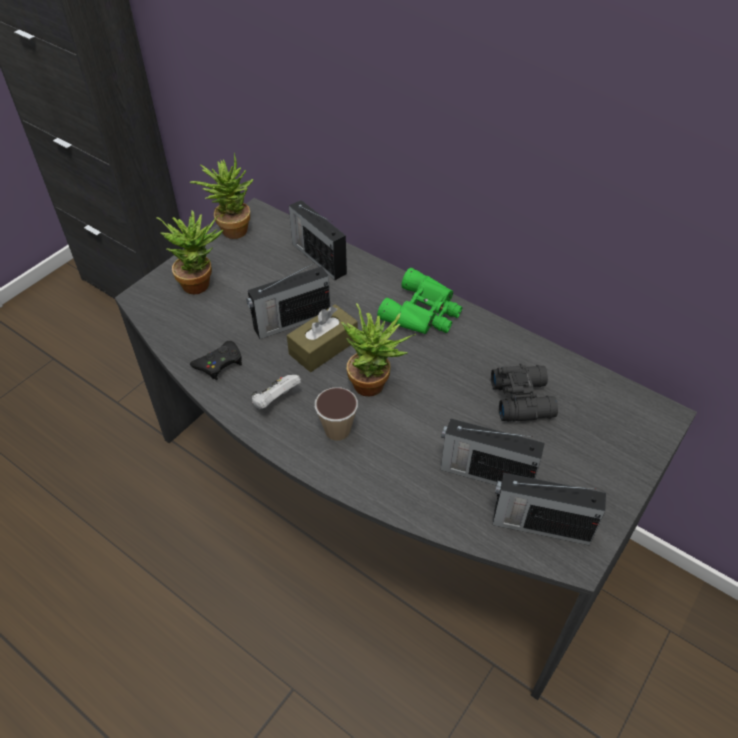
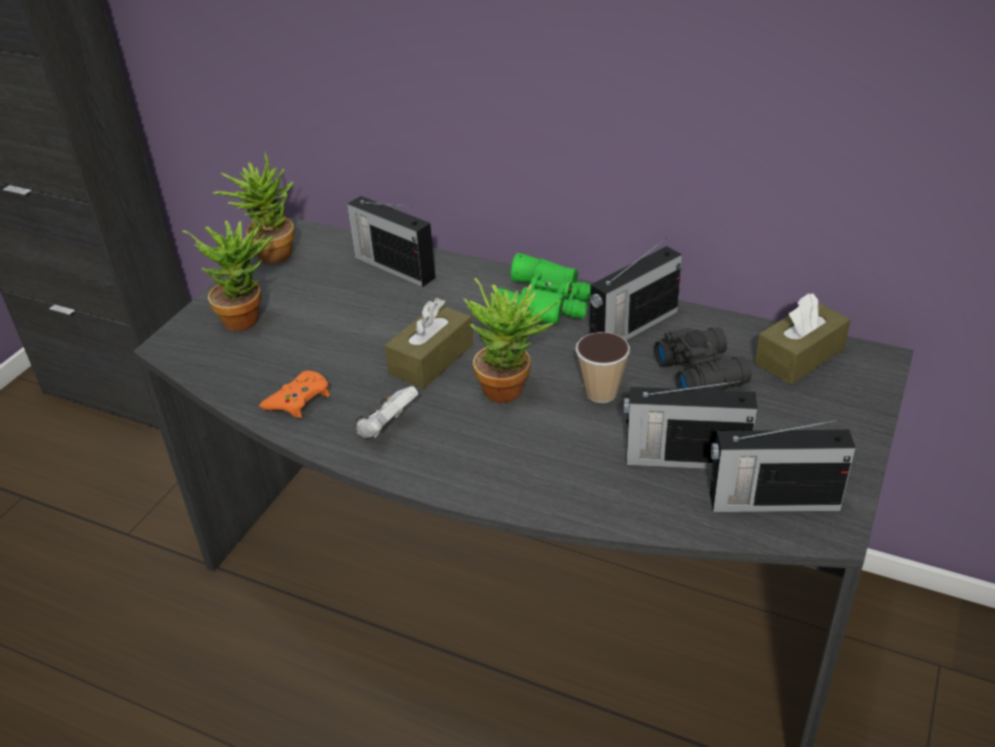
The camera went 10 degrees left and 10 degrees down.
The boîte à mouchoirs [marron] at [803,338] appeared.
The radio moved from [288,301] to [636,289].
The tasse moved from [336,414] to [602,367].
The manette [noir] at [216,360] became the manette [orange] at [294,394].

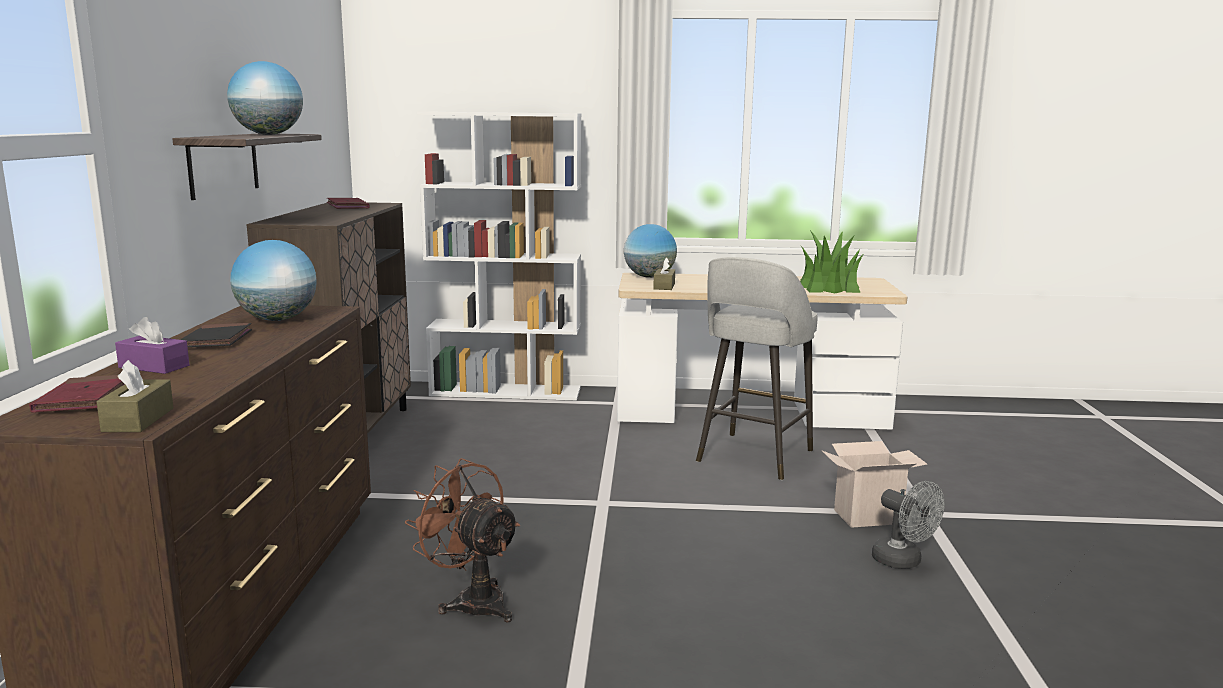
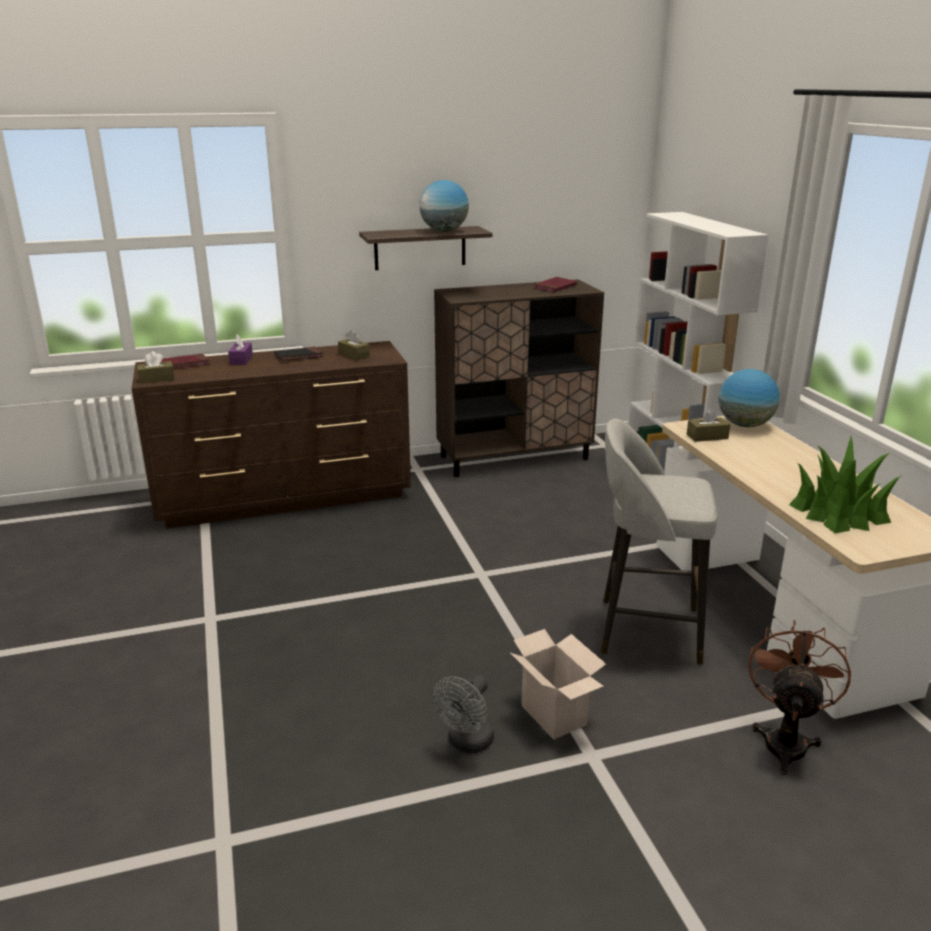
The camera went 70 degrees right and 10 degrees up.
The ventilateur [marron] moved from [462,540] to [799,697].
The globe at [273,280] was replaced by the boîte à mouchoirs [marron] at [354,345].

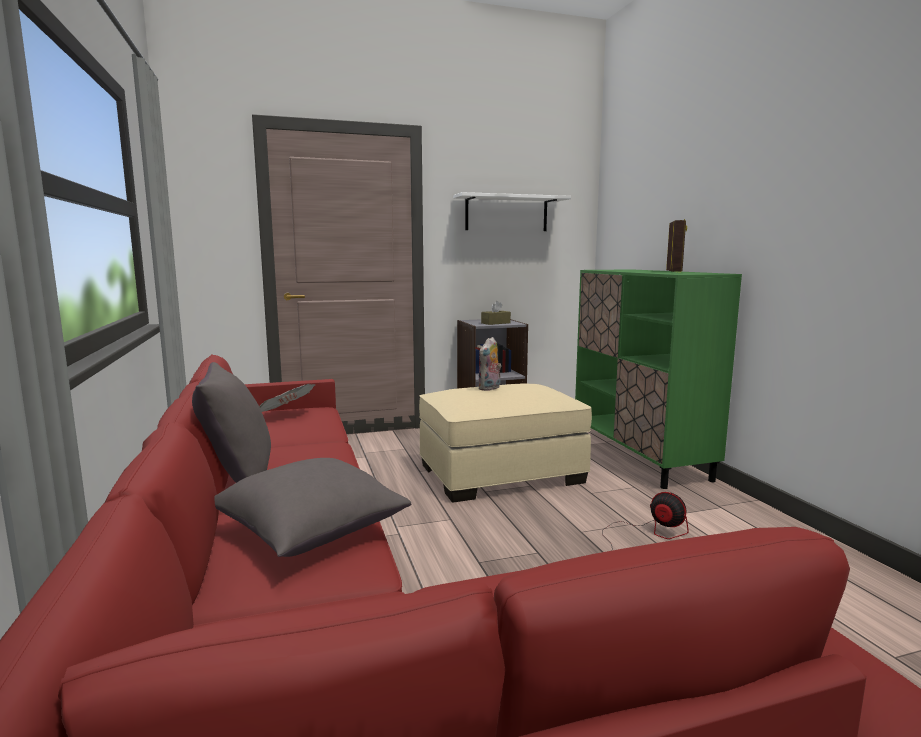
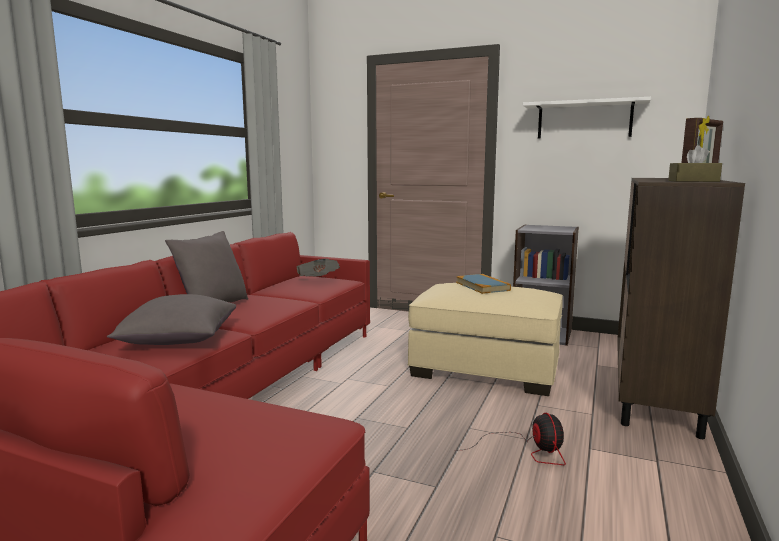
The camera went 40 degrees right and 0 degrees up.
The boîte à mouchoirs [marron] moved from [496,313] to [695,163].
The peluche at [489,364] was replaced by the livre at [483,284].
The meuble de rangement [vert] at [658,379] became the meuble de rangement [marron] at [681,308].

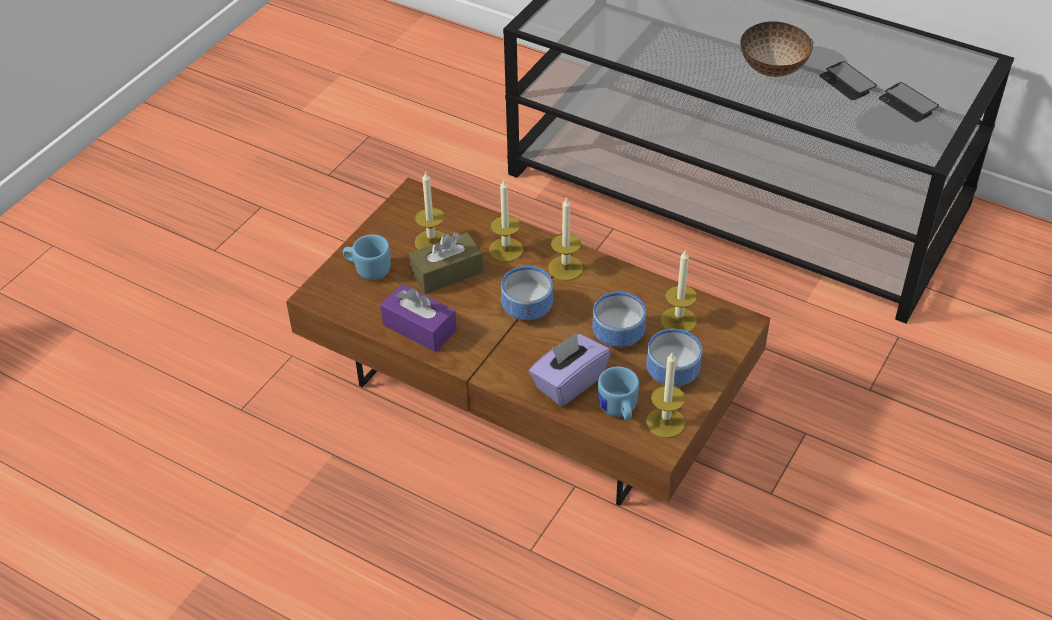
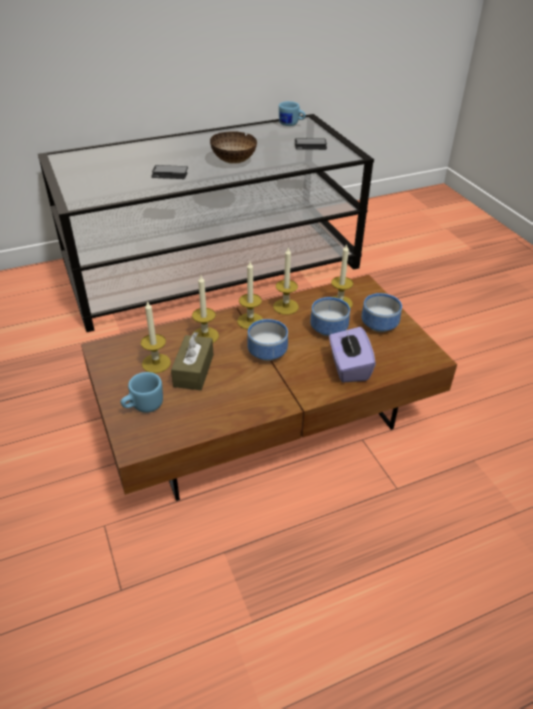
The camera went 55 degrees left and 5 degrees down.
The boîte à mouchoirs [violet] at [418,318] disappeared.
The mug [bleu] moved from [618,393] to [292,113].
The bougie moved from [665,395] to [286,281].
The téléphone moved from [848,80] to [169,172].

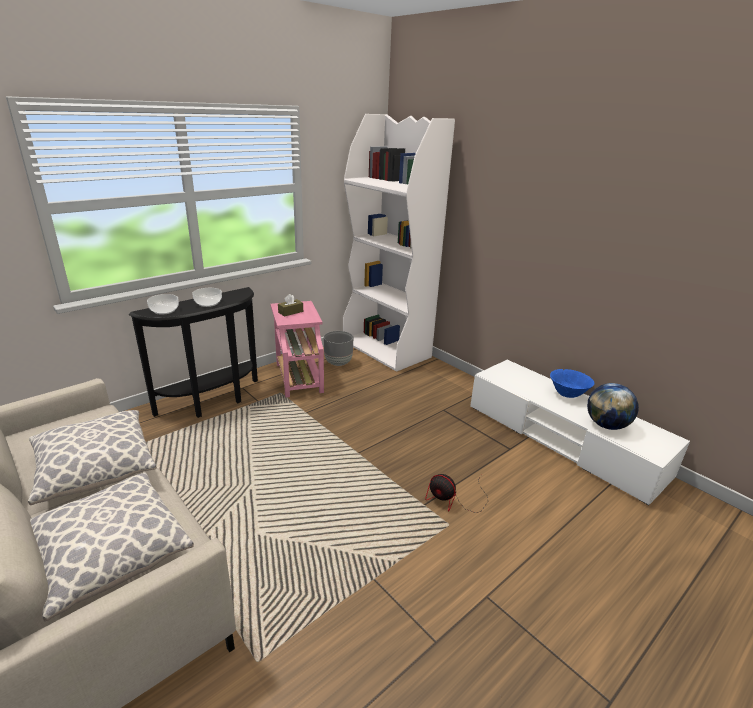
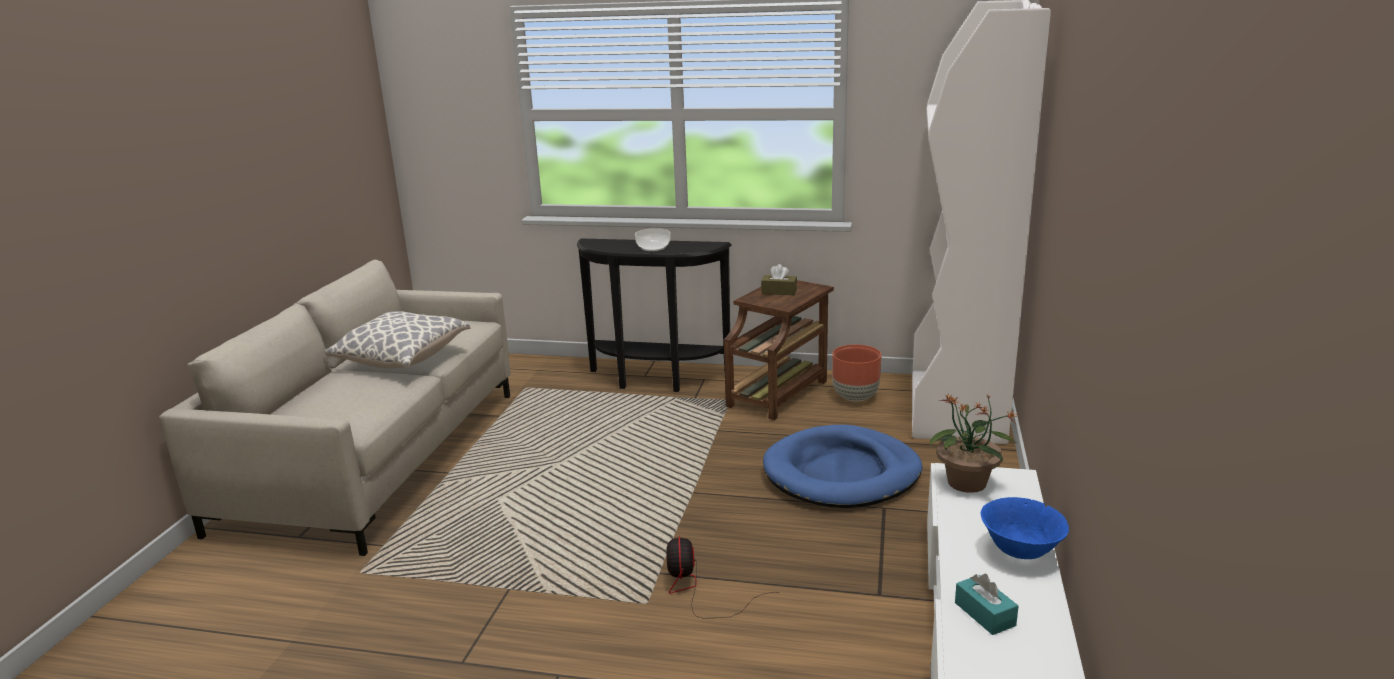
The camera went 55 degrees right and 5 degrees down.
The coussin at [112,547] disappeared.
The bol at [163,304] disappeared.
The panier pour chien [bleu] at [842,466] appeared.
The plante en pot at [974,443] appeared.
The globe at [613,406] was replaced by the boîte à mouchoirs [turquoise] at [987,604].
The table d'appoint [rose] at [297,349] became the table d'appoint [marron] at [779,350].
The cache-pot [gris] at [338,348] became the cache-pot [marron] at [856,372].

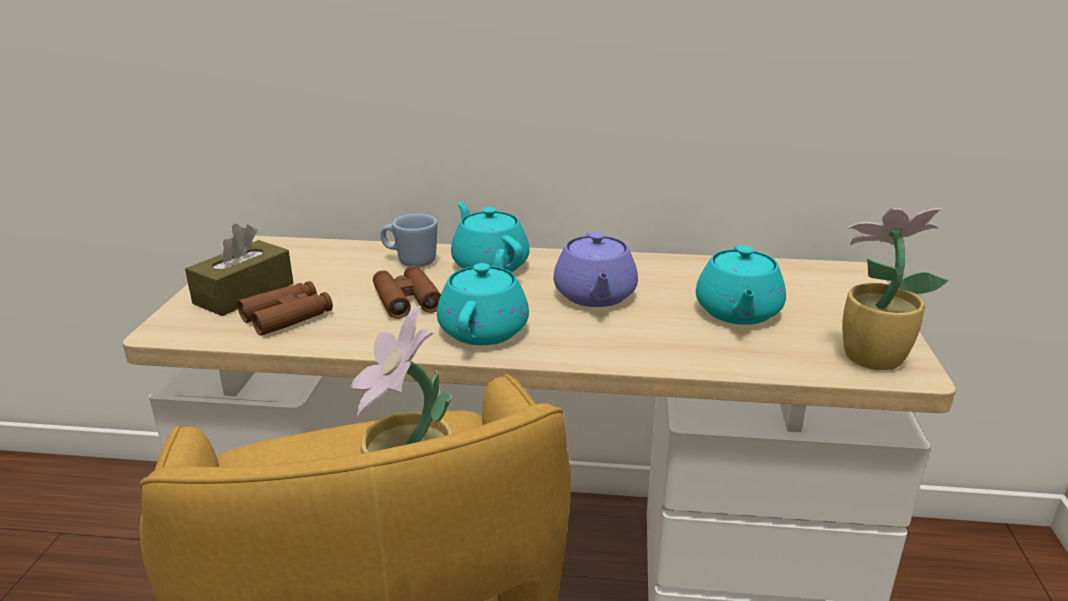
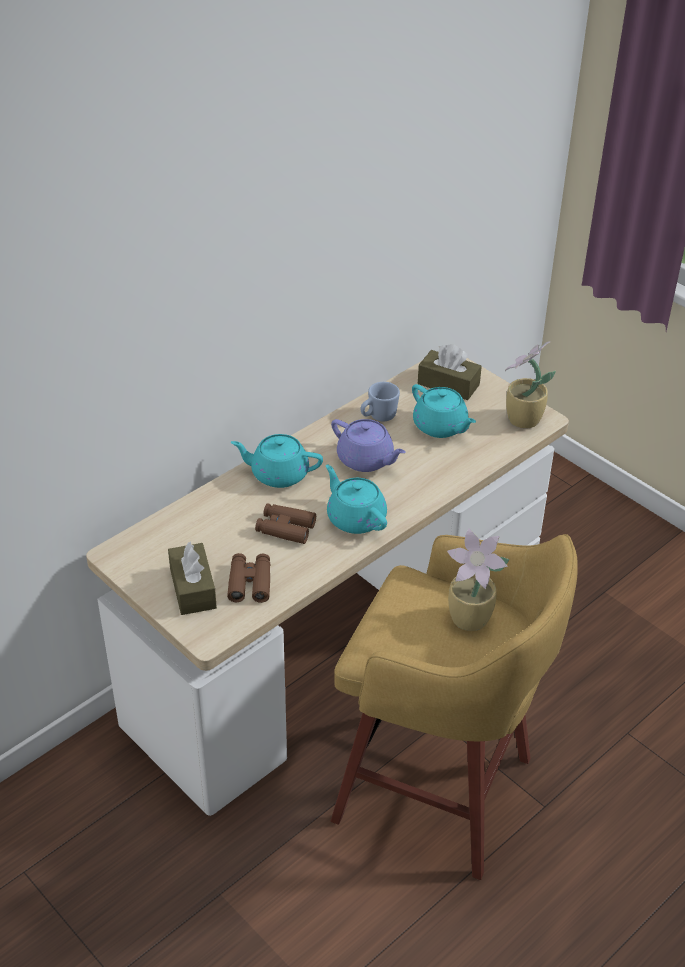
The camera went 50 degrees left and 15 degrees up.
The boîte à mouchoirs [marron] at [450,372] appeared.
The mug [bleu] moved from [409,240] to [380,402].

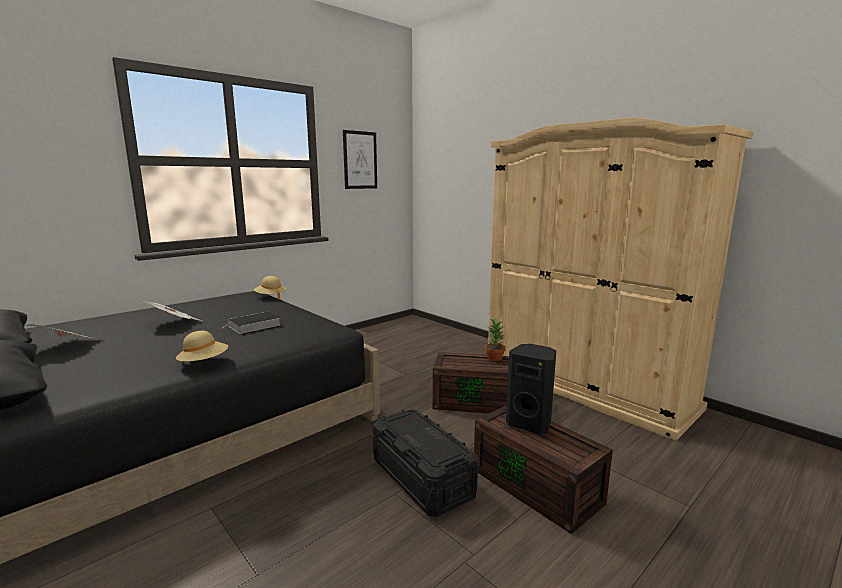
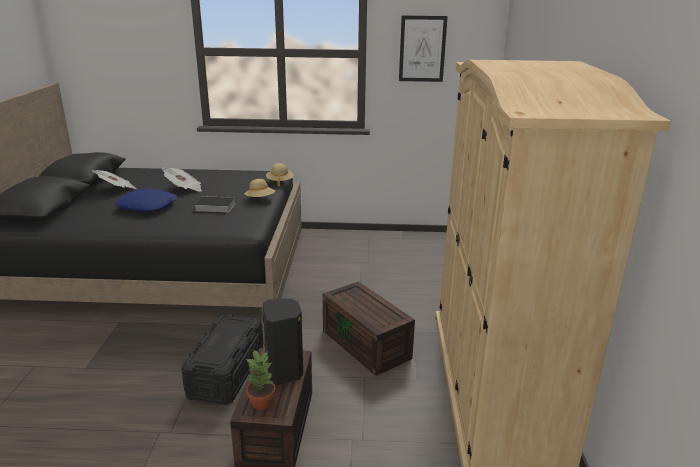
The camera went 45 degrees right and 10 degrees up.
The coussin [bleu] at [146,200] appeared.
The chapeau [beige] moved from [202,347] to [260,188].
The plante en pot moved from [495,339] to [260,379].

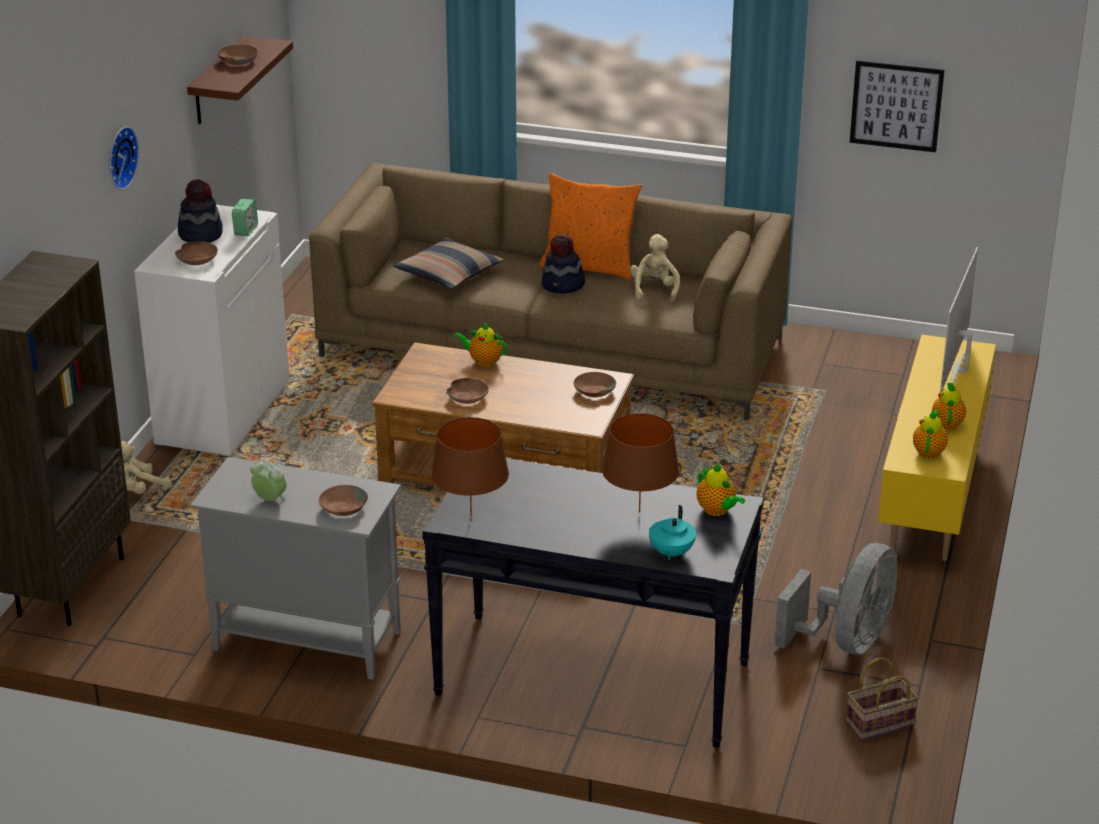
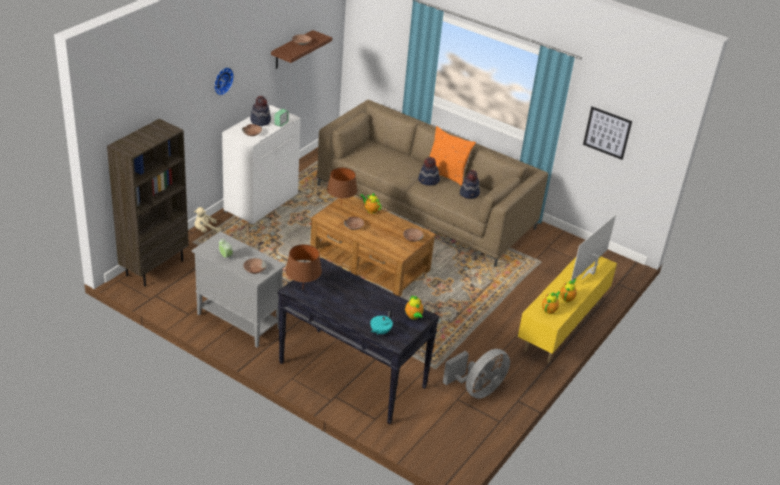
The camera went 15 degrees right and 5 degrees up.
The coussin at [448,263] disappeared.
The panier at [882,698] disappeared.
The lampe de table [marron] moved from [640,463] to [342,185].
The peluche [beige] at [655,268] was replaced by the chapeau at [470,184].

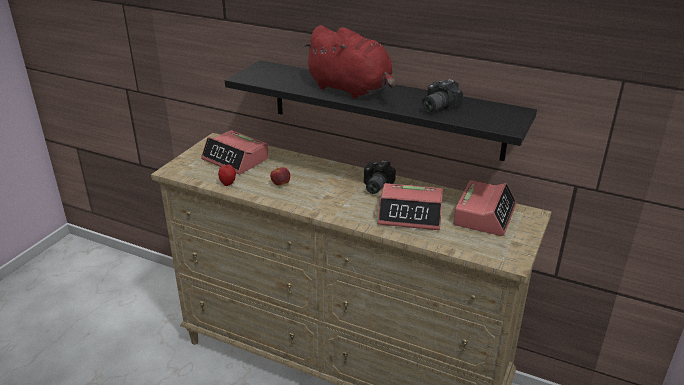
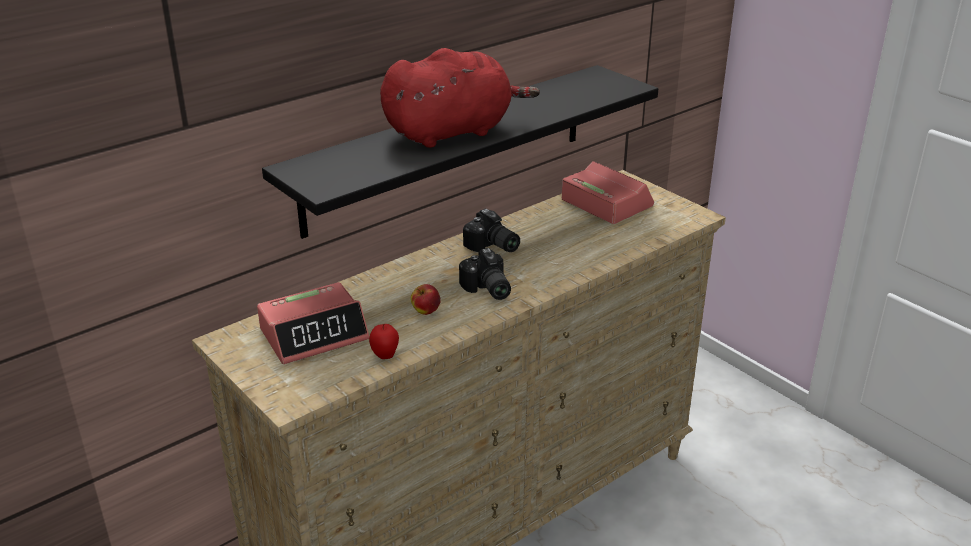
The camera went 65 degrees left and 0 degrees up.
The réveil at [410,206] disappeared.
The appareil photo moved from [442,96] to [485,274].

